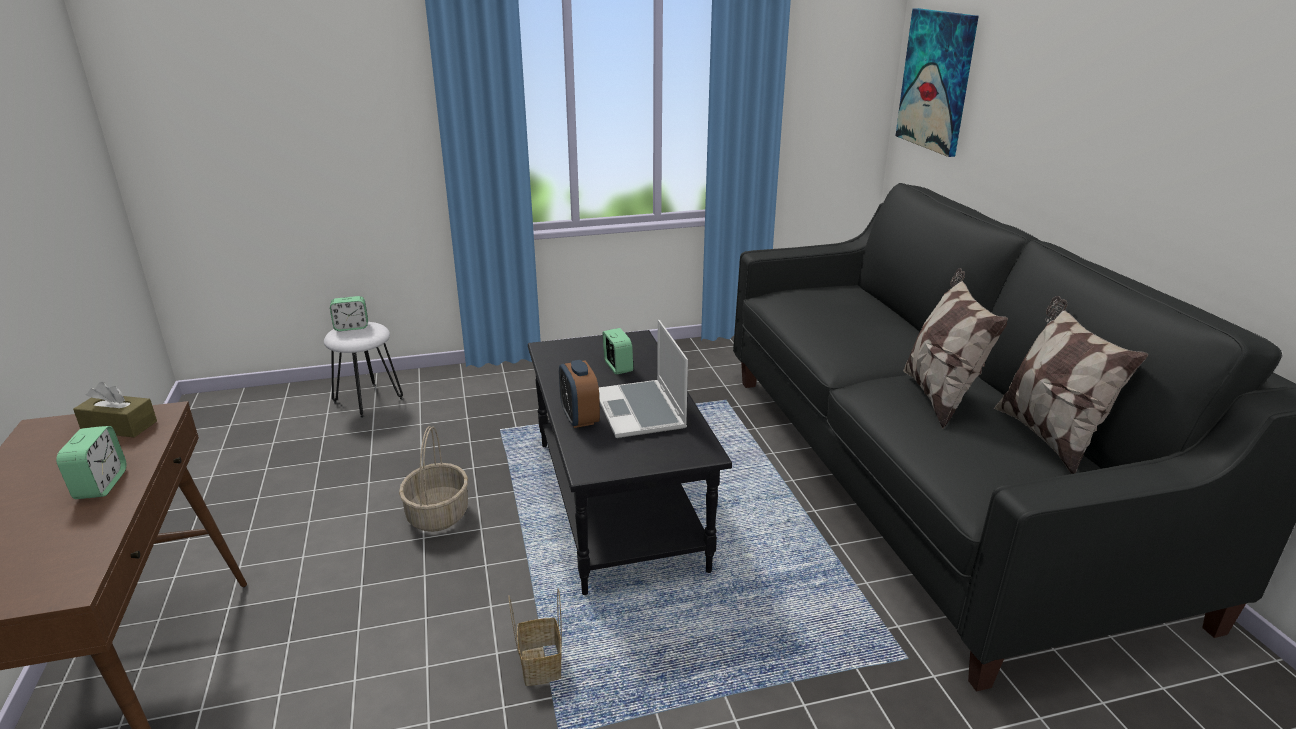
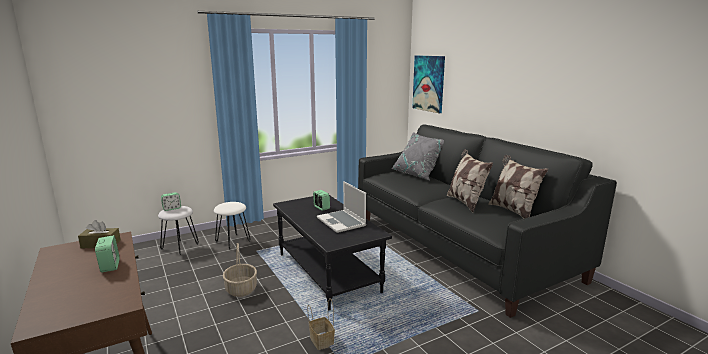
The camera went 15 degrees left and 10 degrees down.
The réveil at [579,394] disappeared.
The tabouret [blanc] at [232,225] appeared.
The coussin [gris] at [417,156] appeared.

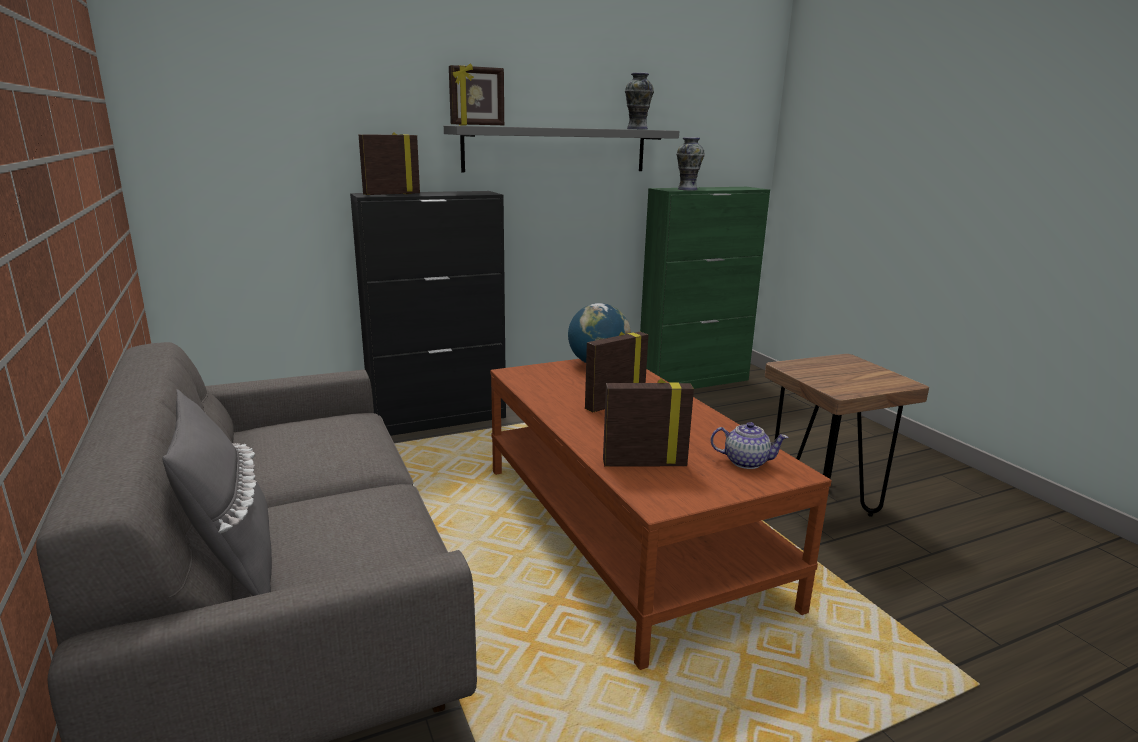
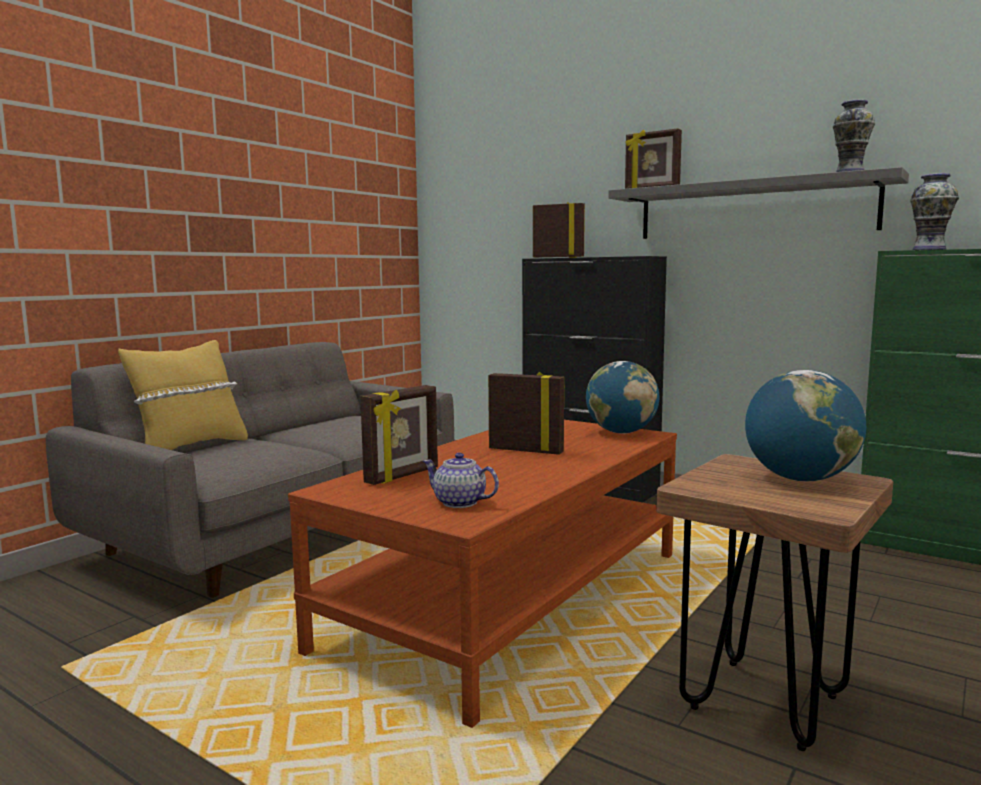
The camera went 60 degrees right and 10 degrees down.
The globe at [805,425] appeared.
The coussin [gris] at [217,492] became the coussin [jaune] at [183,395].
The cadre photo at [648,423] turned 75 degrees clockwise.
The théière at [750,445] turned 135 degrees clockwise.

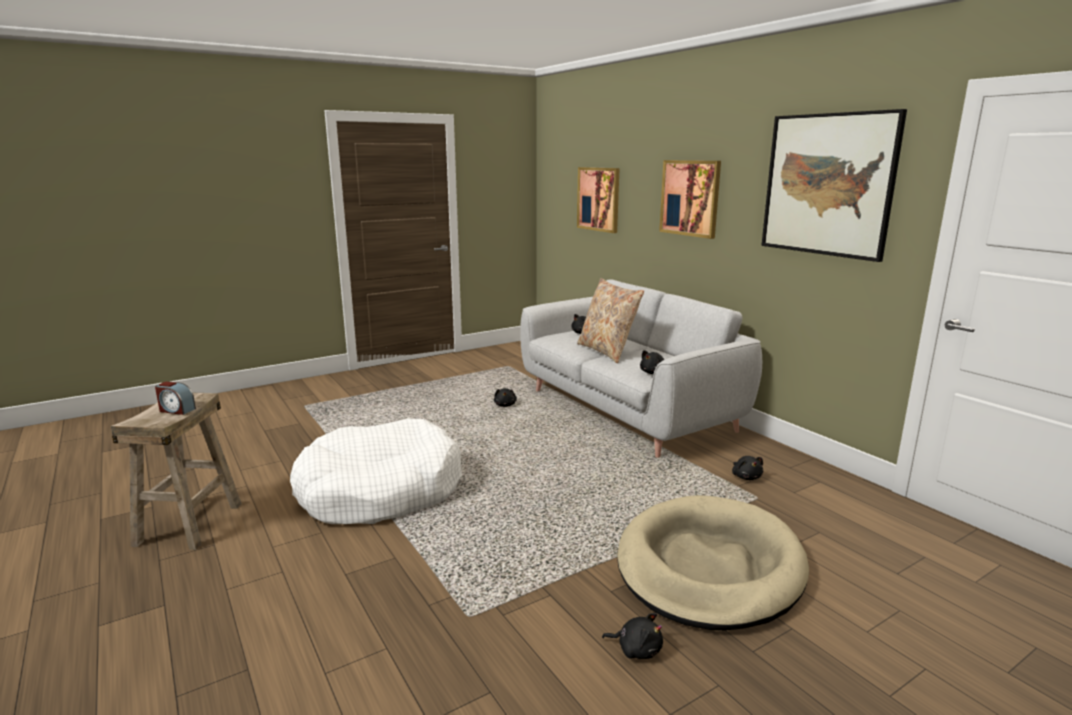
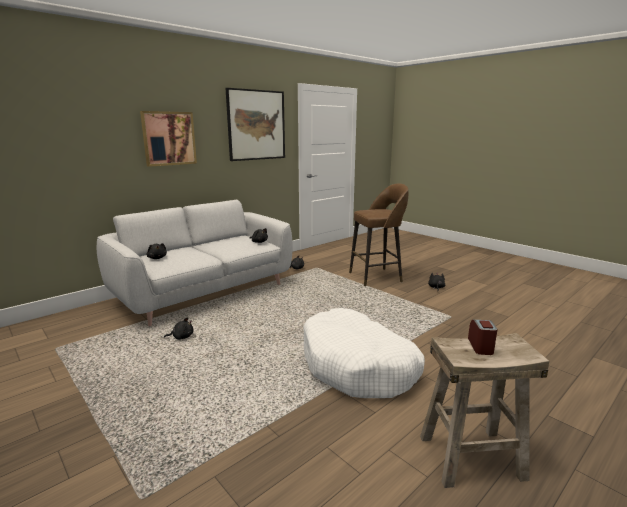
The camera went 100 degrees left and 0 degrees up.
The tableau at [598,200] disappeared.
The coussin [beige] at [610,320] disappeared.
The panier pour chien [beige] at [713,563] was replaced by the tabouret [marron] at [378,235].

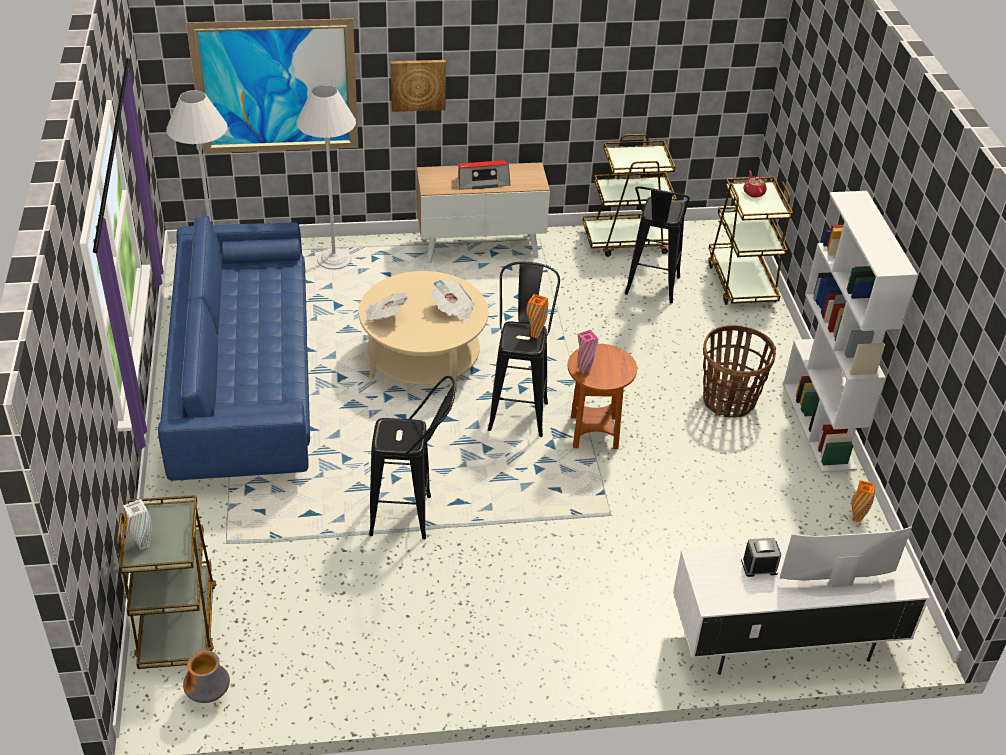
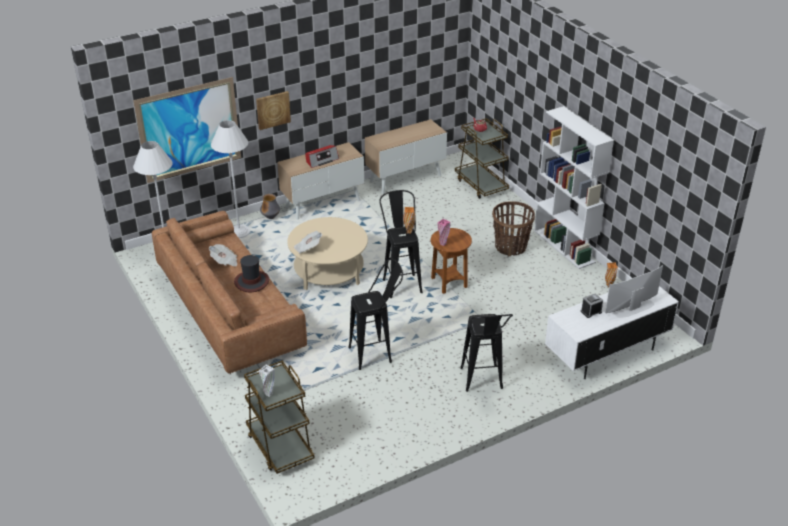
The camera went 20 degrees left and 5 degrees down.
The chapeau at [251,273] appeared.
The vase moved from [206,676] to [270,206].
The journal moved from [453,300] to [223,255].
The tabouret [noir] moved from [657,245] to [486,353].
The chariot [marron] at [630,195] was replaced by the meuble de rangement at [406,156].
The canapé [bleu] at [234,348] became the canapé [marron] at [229,292].

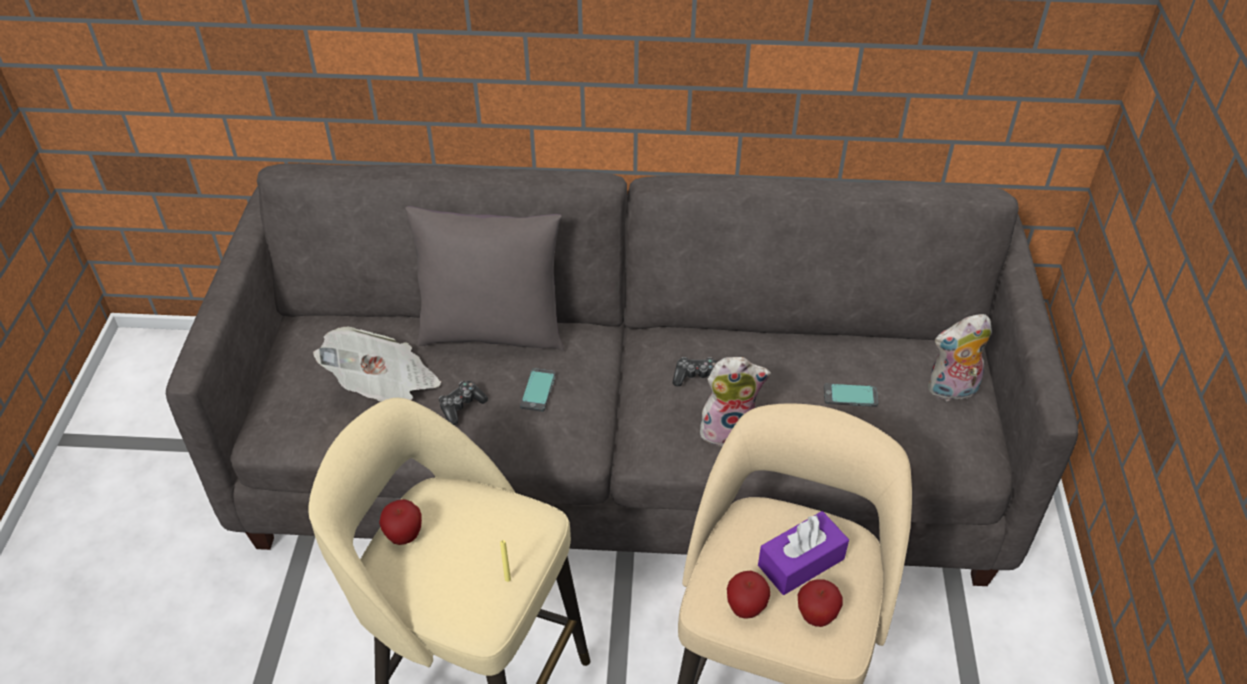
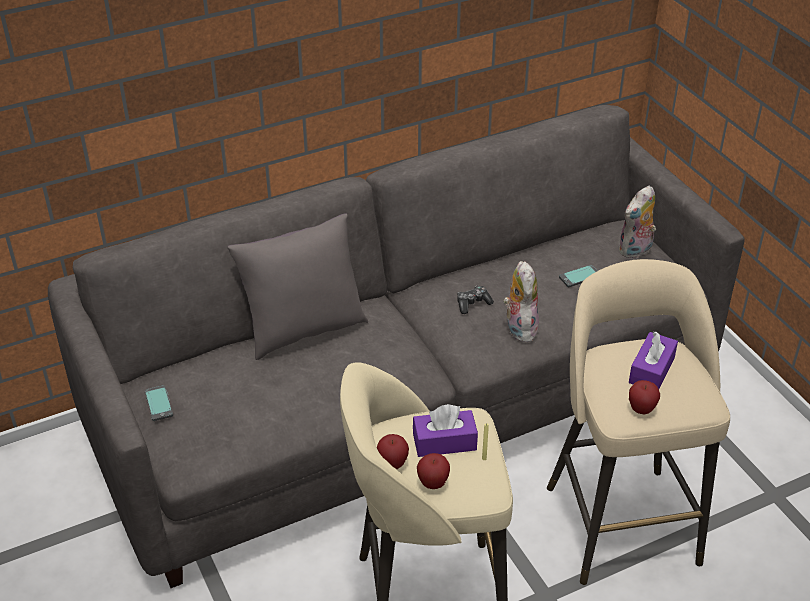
The camera went 30 degrees left and 5 degrees down.
The journal at [377,364] disappeared.
The manette at [463,403] disappeared.
The boîte à mouchoirs [violet] at [445,430] appeared.
The téléphone moved from [538,390] to [159,403].
The pomme moved from [820,603] to [433,471].
The peluche at [734,402] turned 60 degrees counterclockwise.

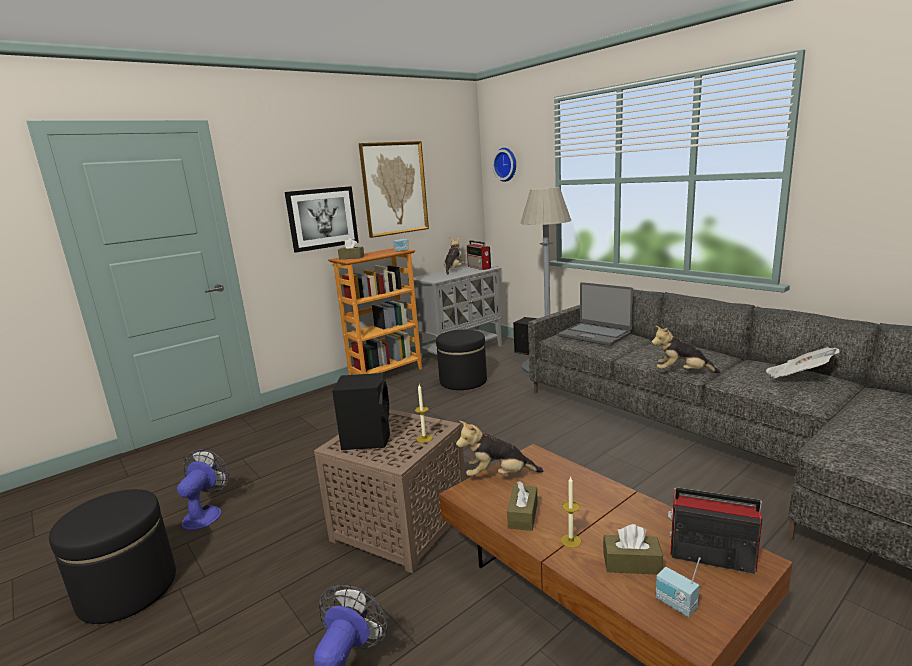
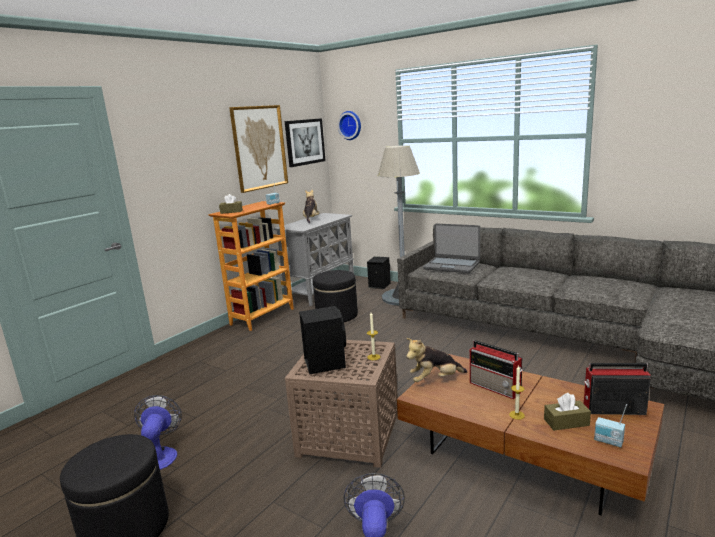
The camera went 15 degrees left and 0 degrees up.
The boîte à mouchoirs [marron] at [522,506] disappeared.
The peluche at [685,349] disappeared.
The journal at [803,362] disappeared.
The tableau moved from [322,219] to [305,142].
The radio moved from [479,255] to [496,369].

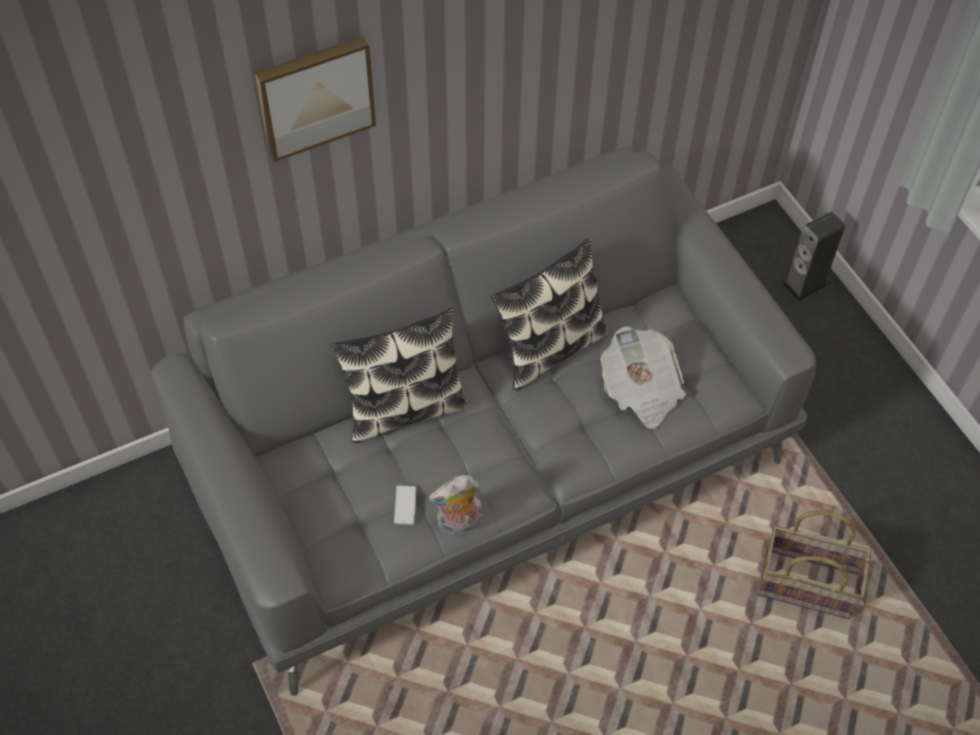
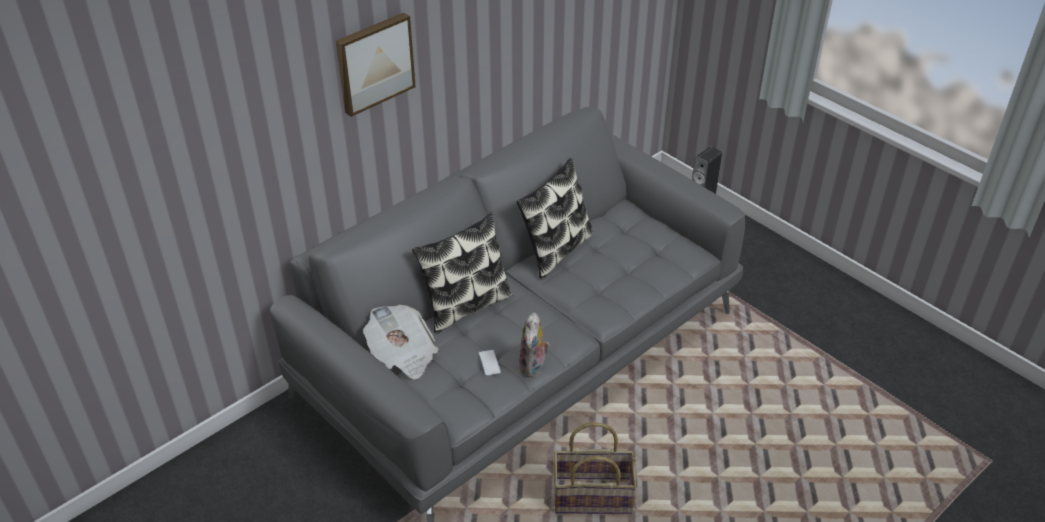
The camera went 15 degrees left and 15 degrees down.
The journal moved from [643,377] to [401,342].
The panier moved from [814,564] to [595,468].
The peluche at [455,505] turned 45 degrees counterclockwise.

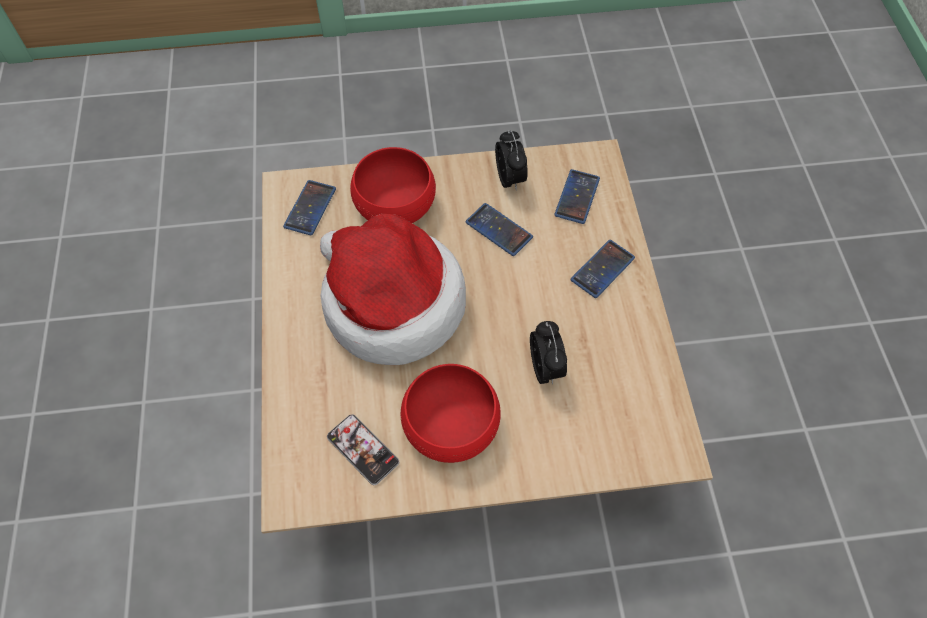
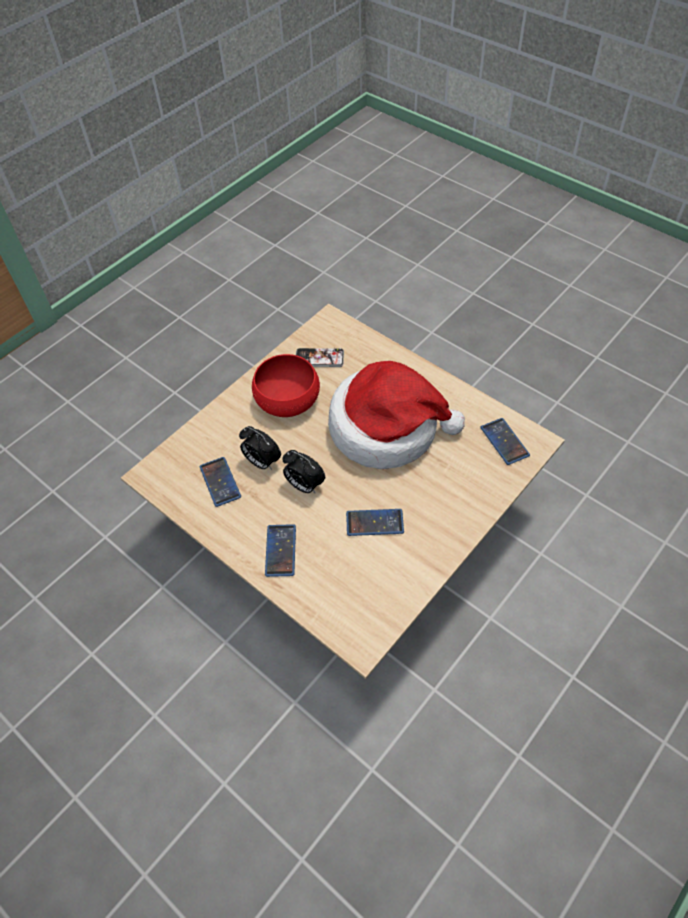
The camera went 140 degrees right and 5 degrees down.
The bol [rouge] at [393,185] disappeared.
The réveil moved from [511,160] to [303,472].
The téléphone moved from [577,196] to [220,482].

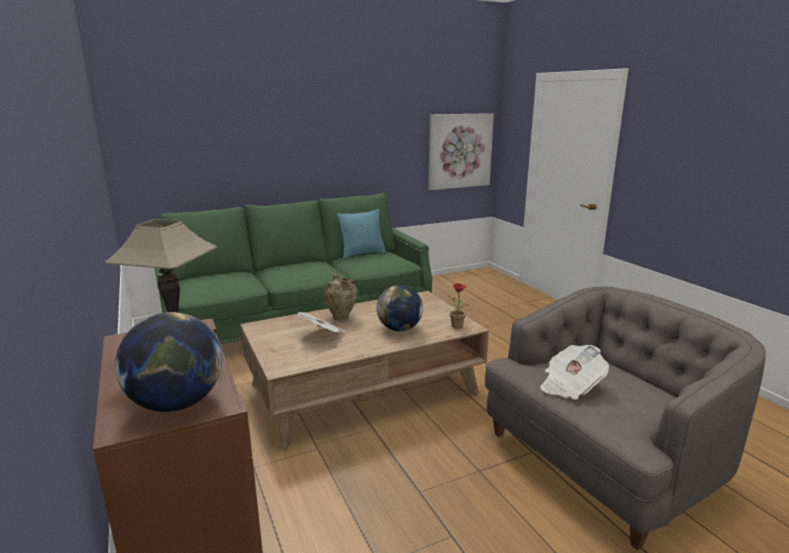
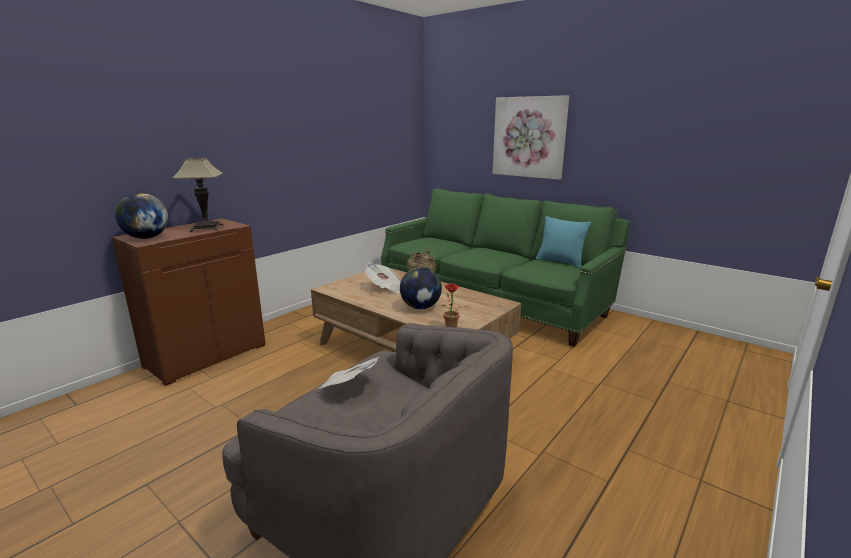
The camera went 65 degrees right and 0 degrees up.
The tableau moved from [461,151] to [530,137].

